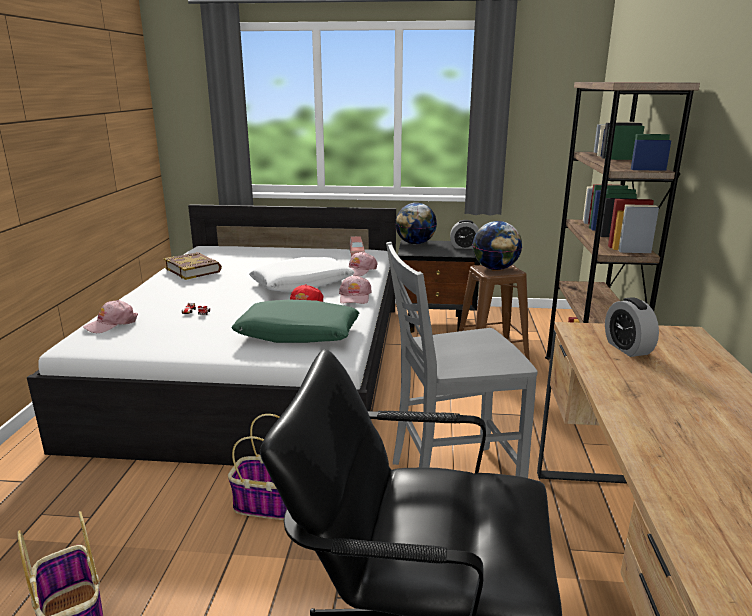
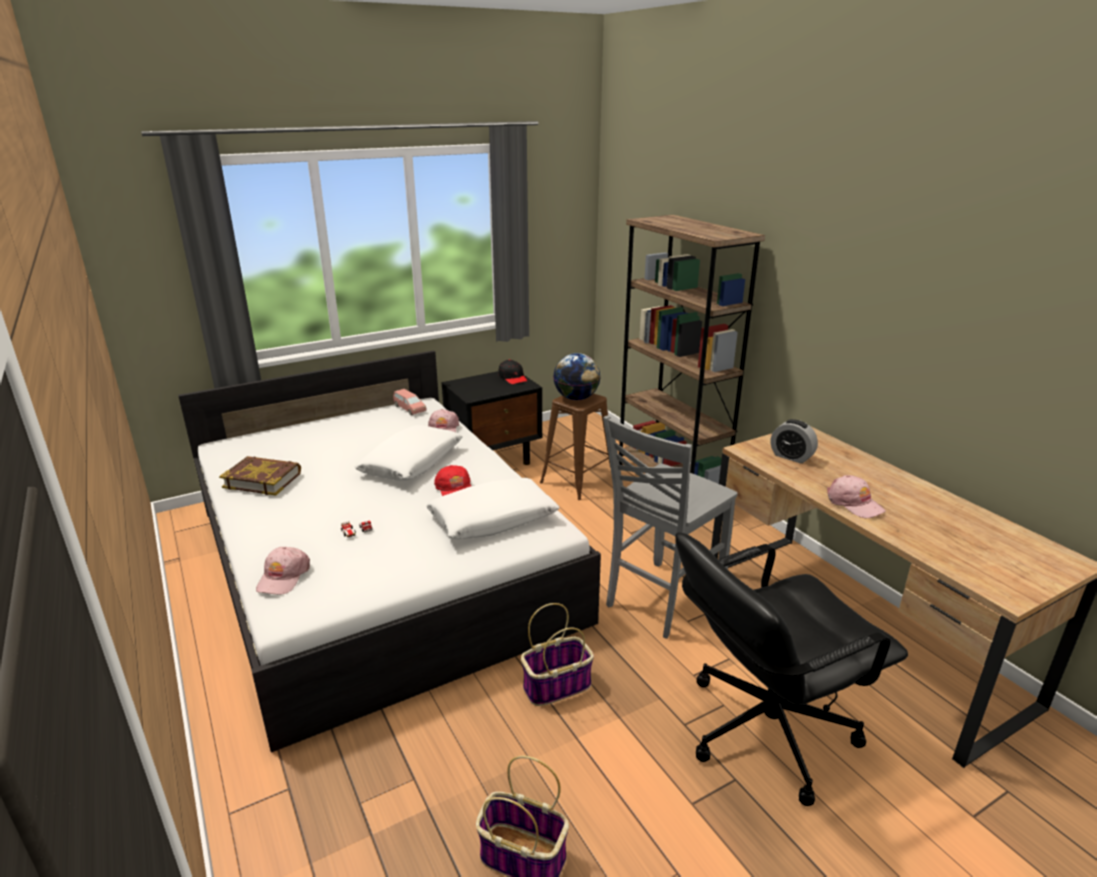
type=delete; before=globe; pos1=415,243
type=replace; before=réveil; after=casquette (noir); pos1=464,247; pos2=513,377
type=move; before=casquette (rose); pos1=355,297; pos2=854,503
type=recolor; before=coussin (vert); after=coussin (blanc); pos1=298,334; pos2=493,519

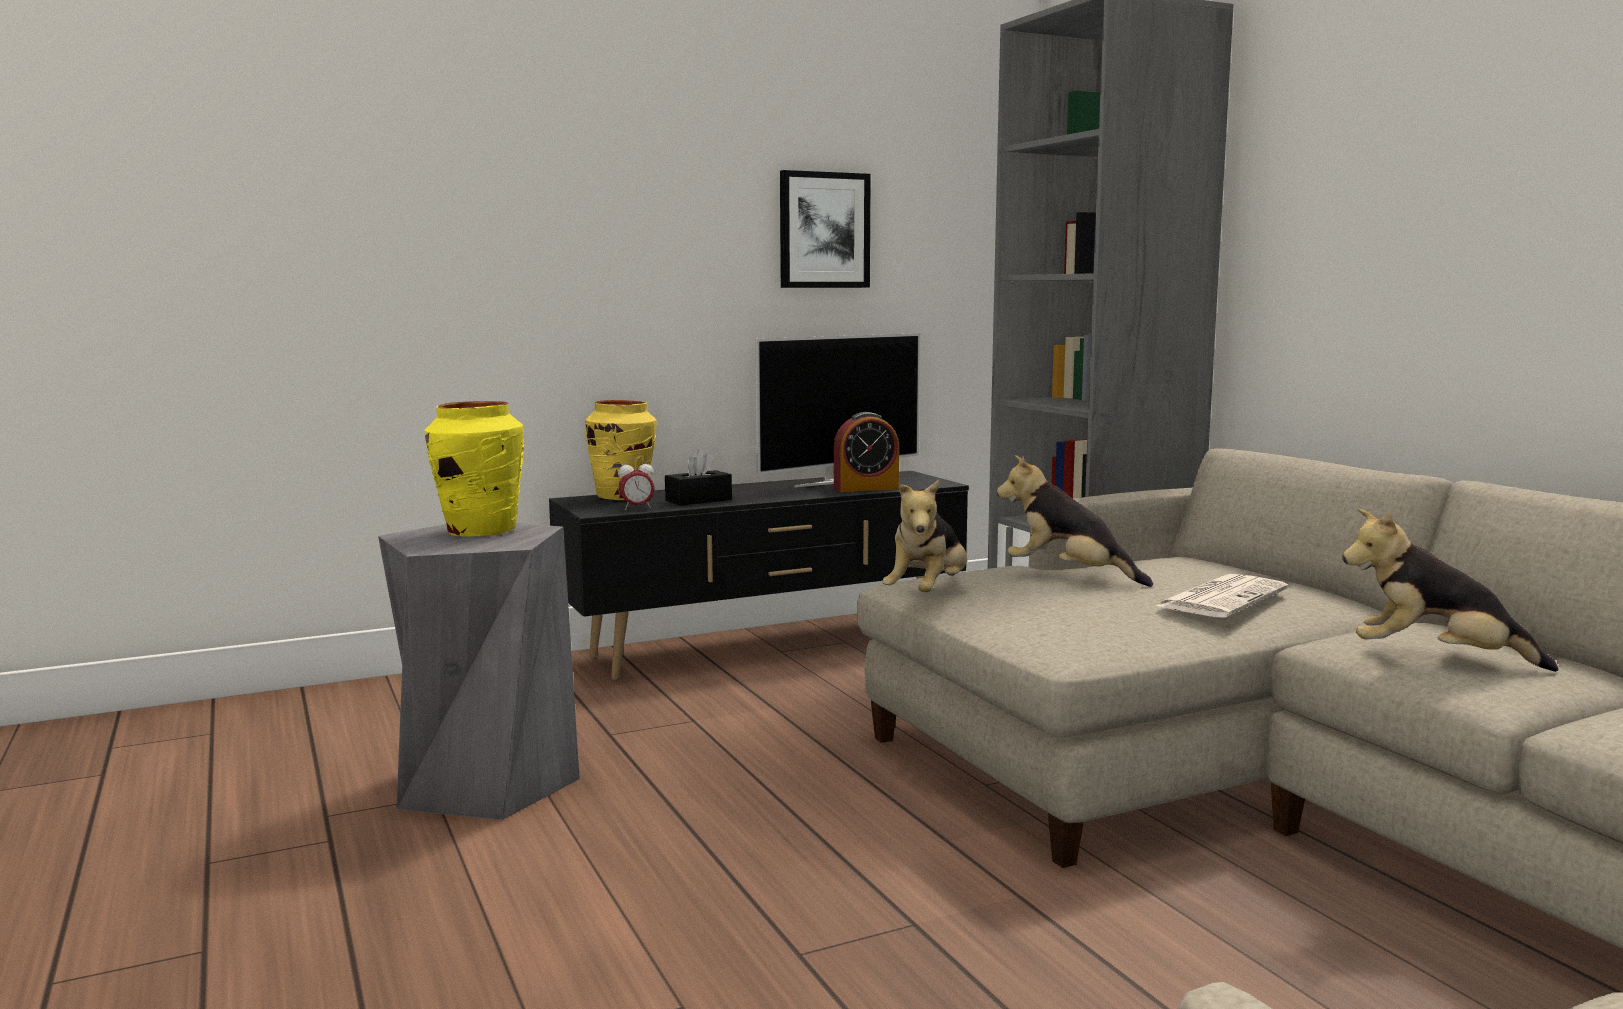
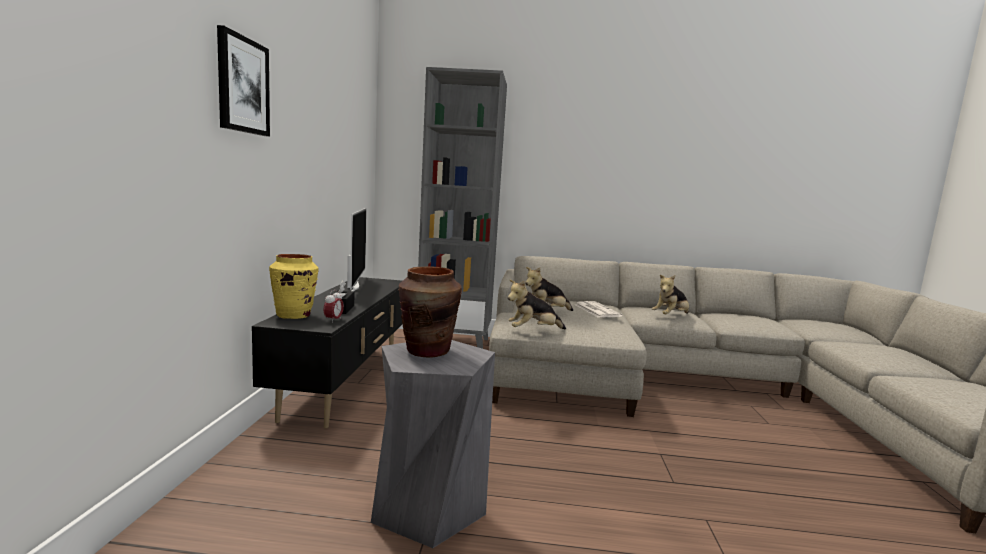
type=move; before=tableau; pos1=824,230; pos2=242,85
type=recolor; before=vase (jaune); after=vase (marron); pos1=480,531; pos2=427,351
type=delete; before=réveil; pos1=866,488
type=rotate; before=peluche; pos1=928,594; pos2=533,331; turn=105

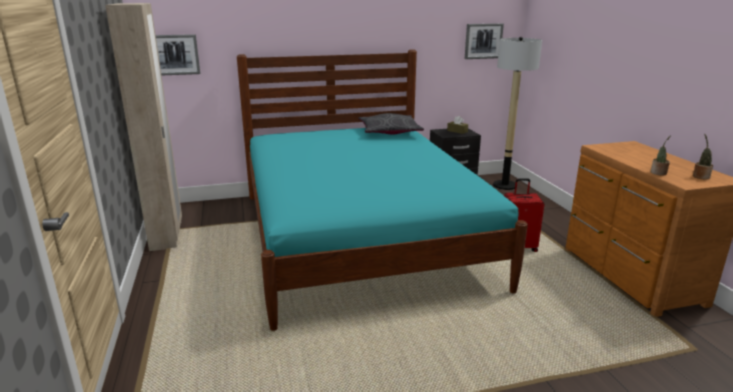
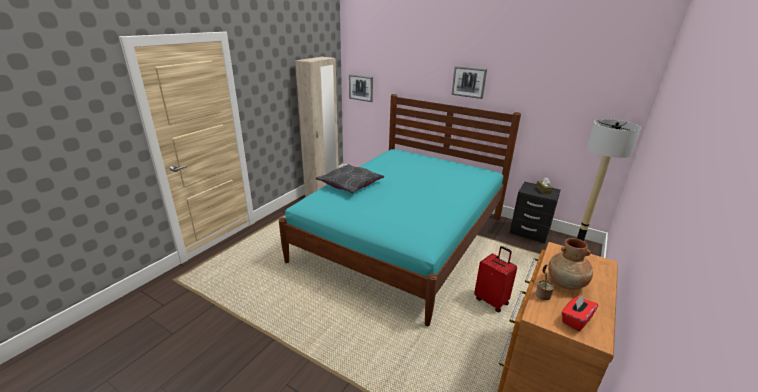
type=move; before=tableau; pos1=483,41; pos2=469,82
type=move; before=coussin (gris); pos1=389,132; pos2=350,184
type=replace; before=plante en pot; after=boîte à mouchoirs (rouge); pos1=700,176; pos2=575,320
type=insert; after=vase (marron); pos2=566,283

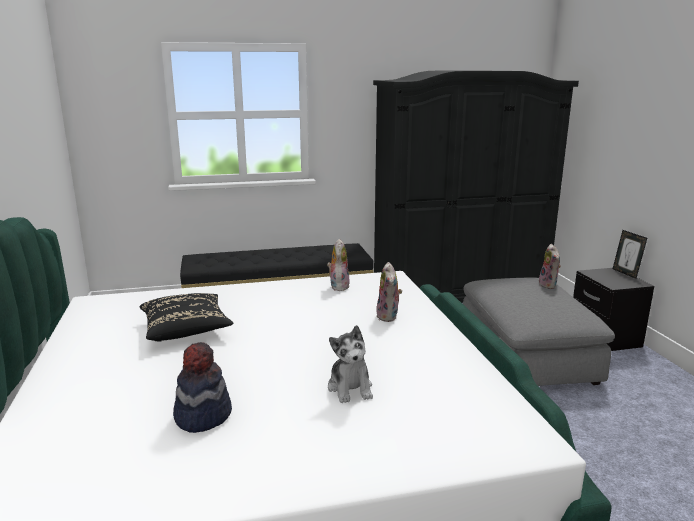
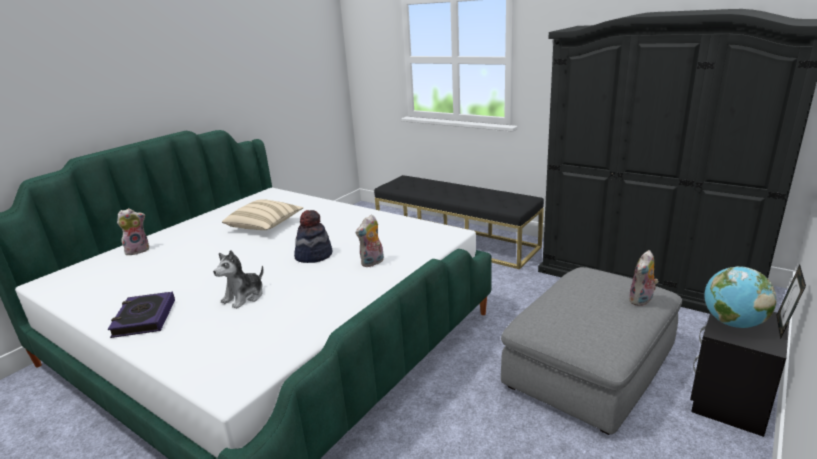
type=move; before=peluche; pos1=338,286; pos2=138,250
type=recolor; before=coussin (noir); after=coussin (beige); pos1=186,330; pos2=265,226
type=move; before=chapeau; pos1=202,415; pos2=314,255
type=insert; after=globe; pos2=732,323
type=insert; after=livre; pos2=144,318

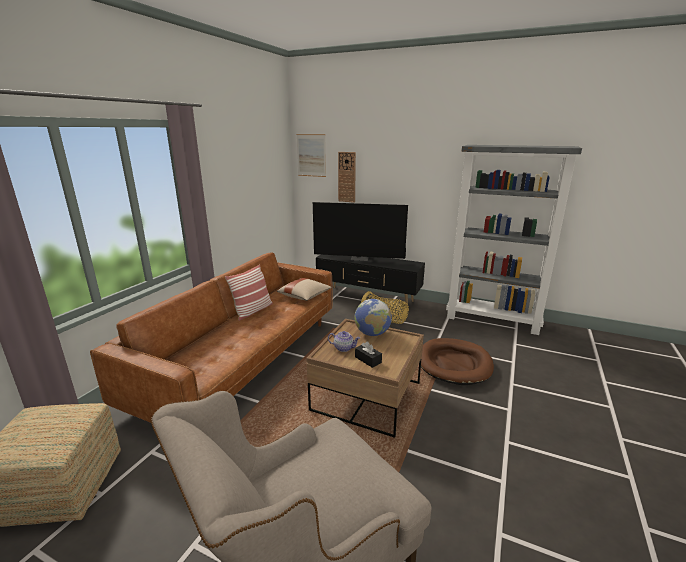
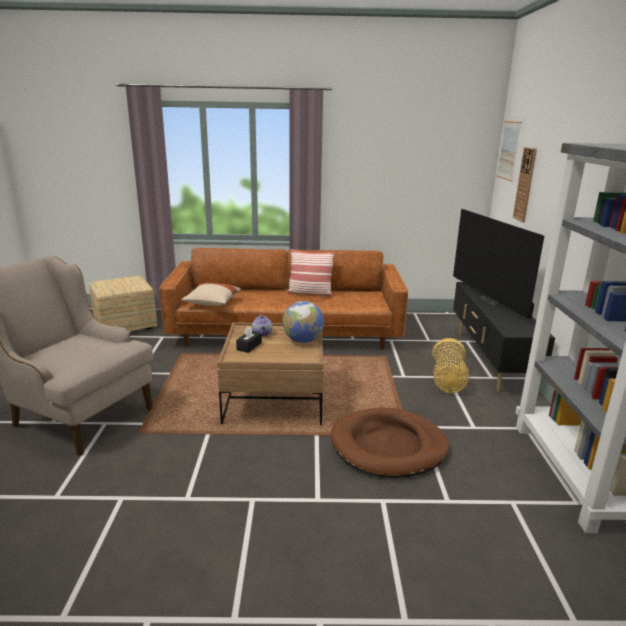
type=move; before=coussin (beige); pos1=305,296; pos2=212,303

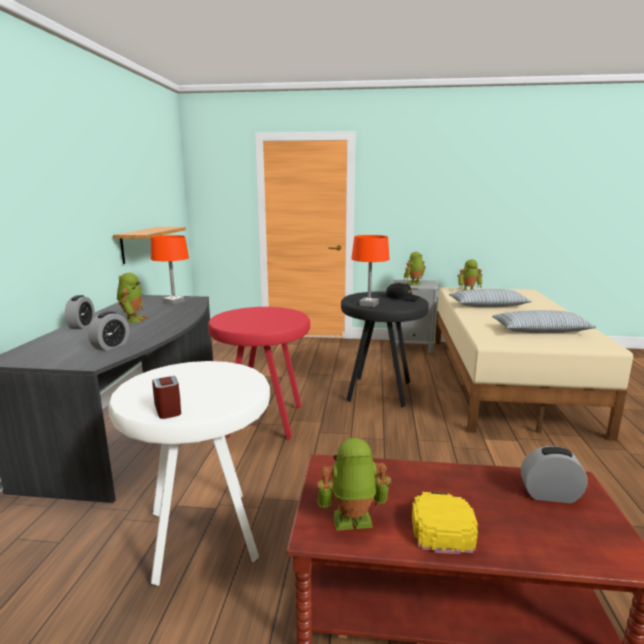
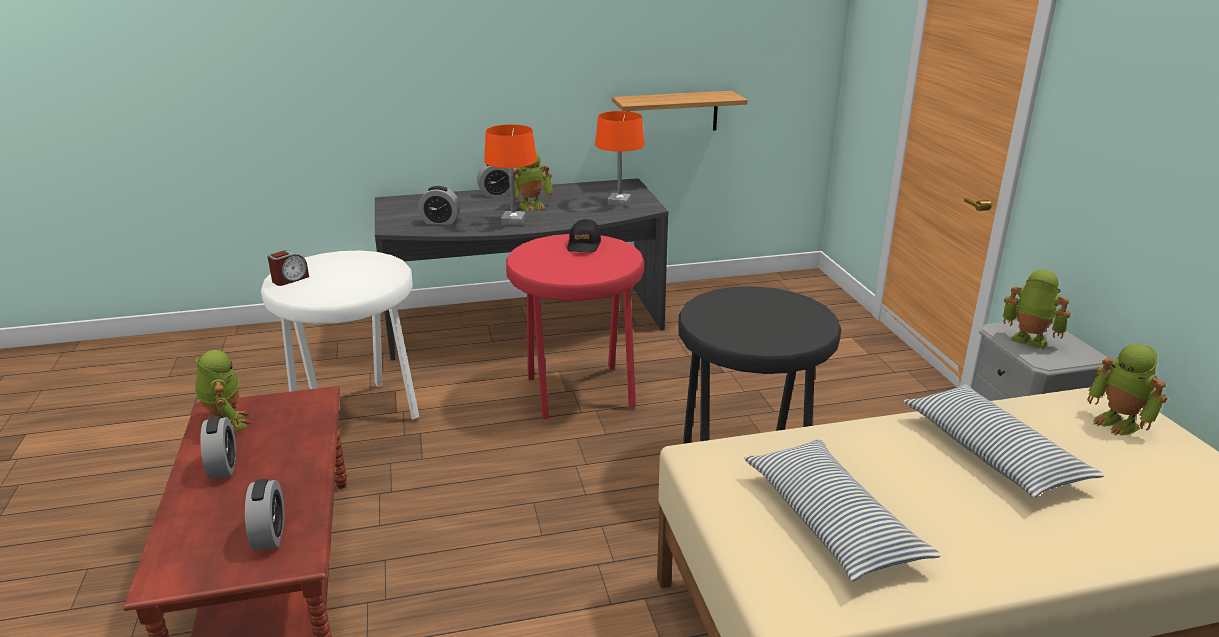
type=move; before=lampe de table (orange); pos1=369,304; pos2=513,221
type=move; before=casquette (noir); pos1=402,298; pos2=584,245
type=replace; before=casquette (jaune); after=réveil; pos1=440,523; pos2=223,467

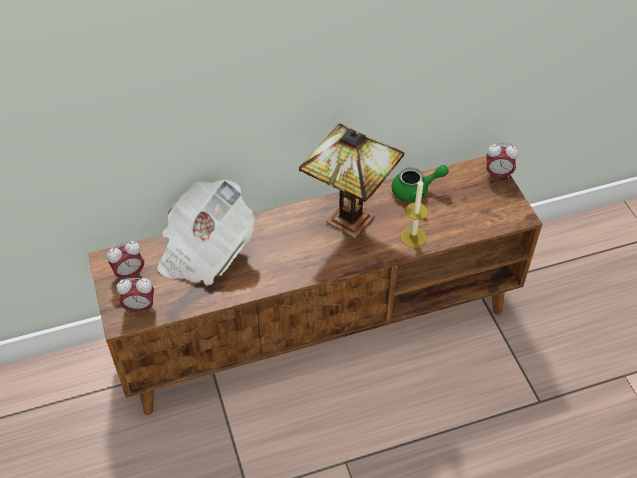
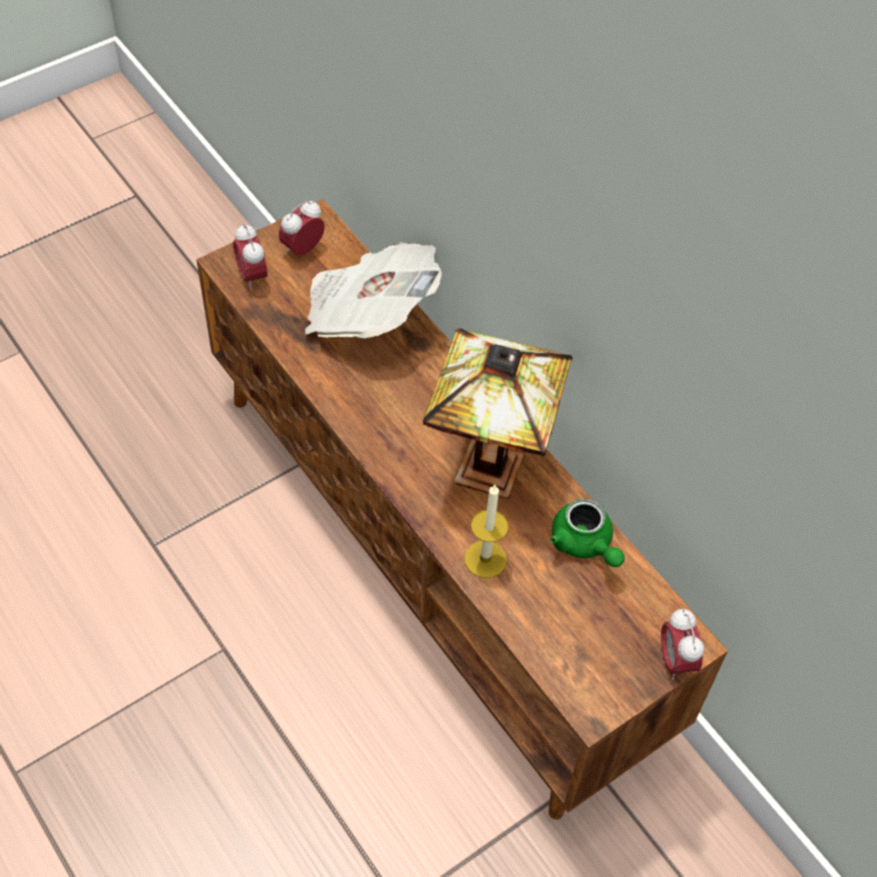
type=rotate; before=réveil; pos1=129,274; pos2=302,249; turn=90

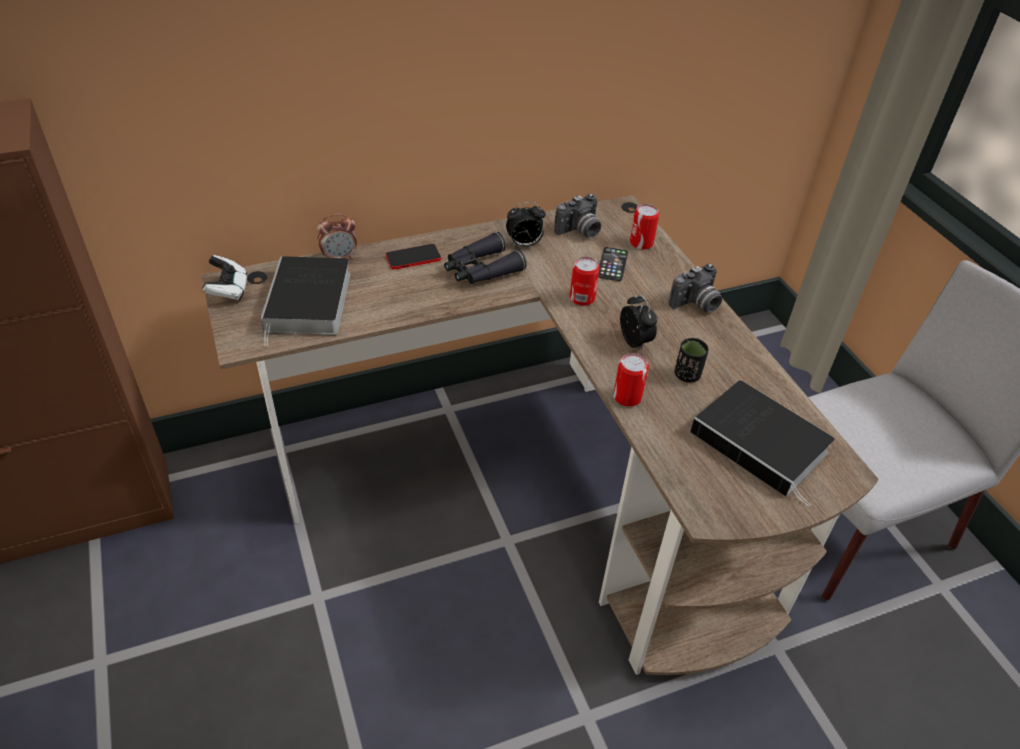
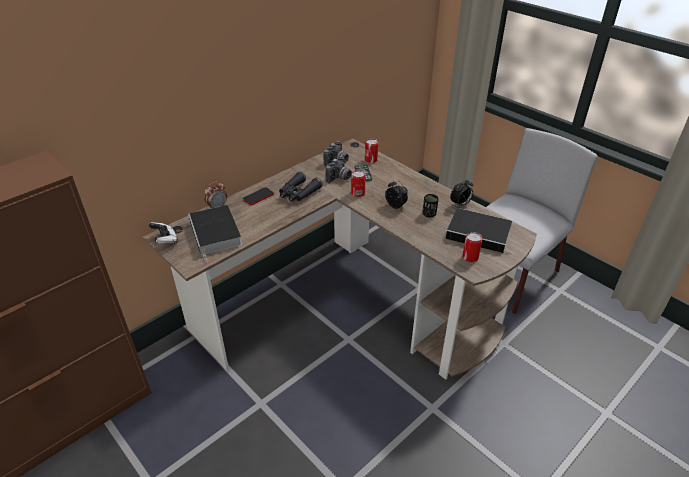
type=move; before=réveil; pos1=524,244; pos2=460,204
type=move; before=appareil photo; pos1=696,304; pos2=339,178
type=move; before=boîte métallique; pos1=627,397; pos2=470,257

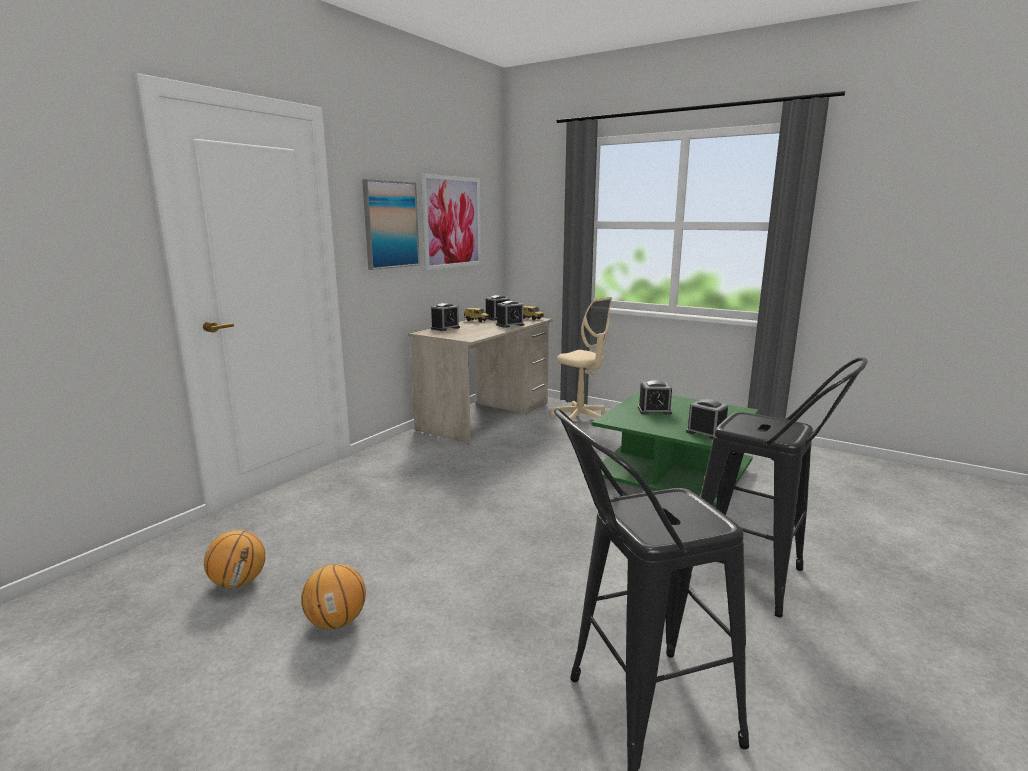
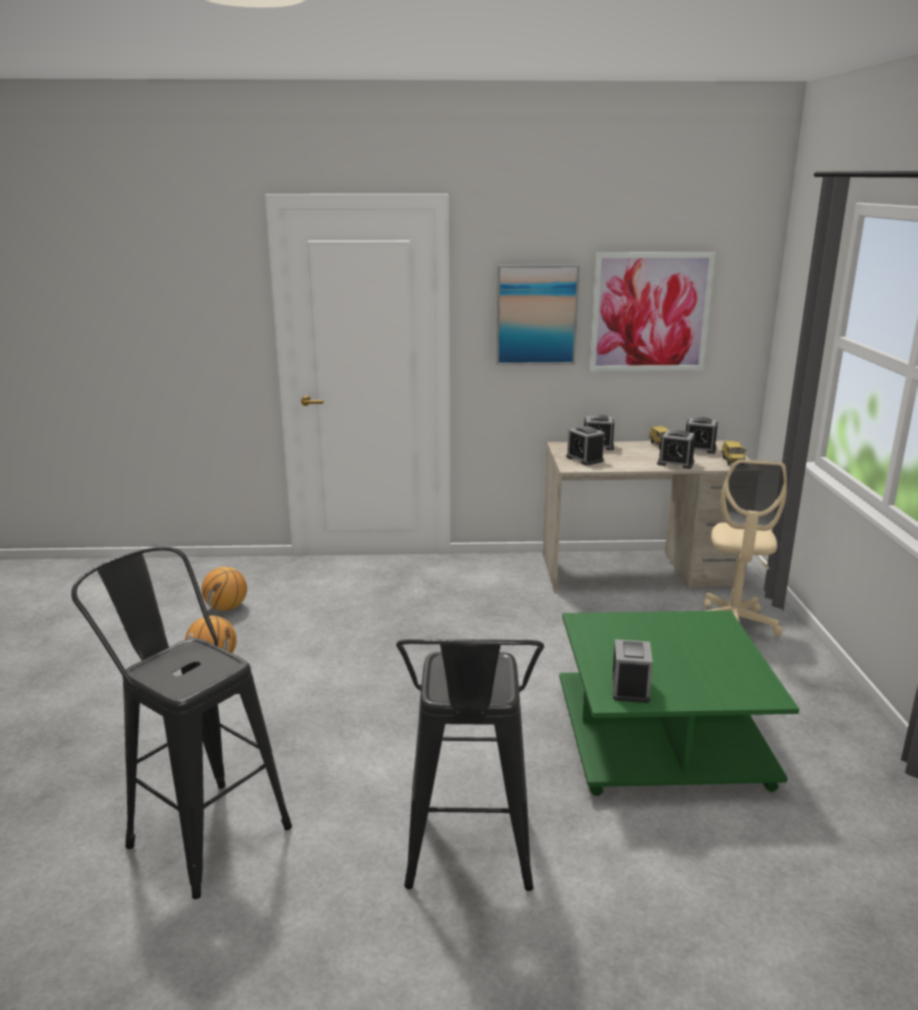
type=move; before=réveil; pos1=654,410; pos2=584,459

